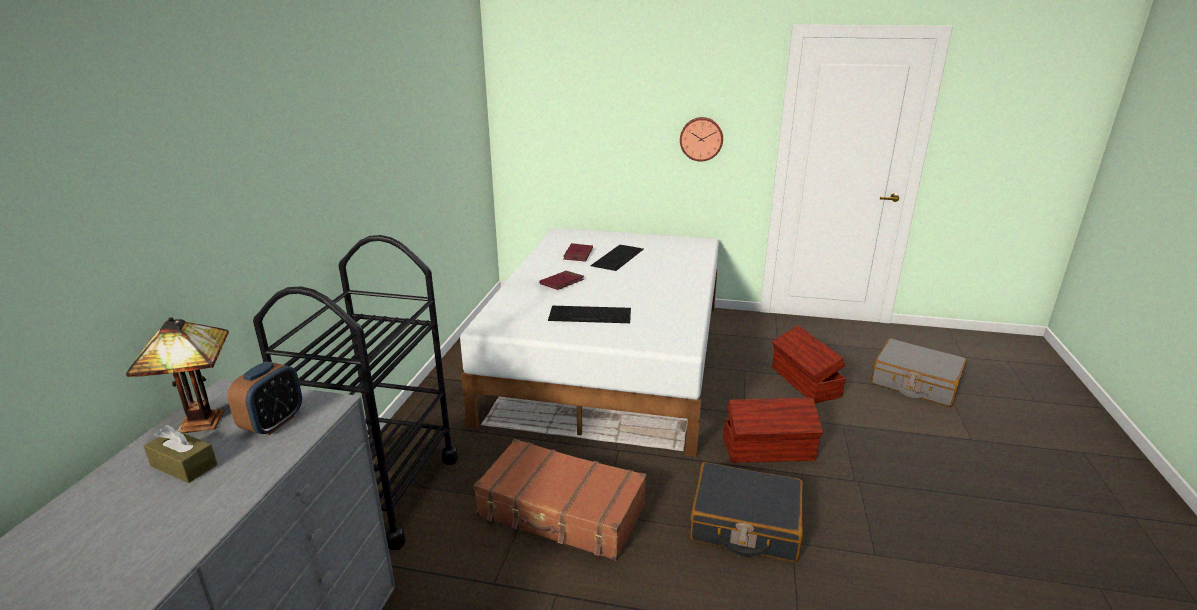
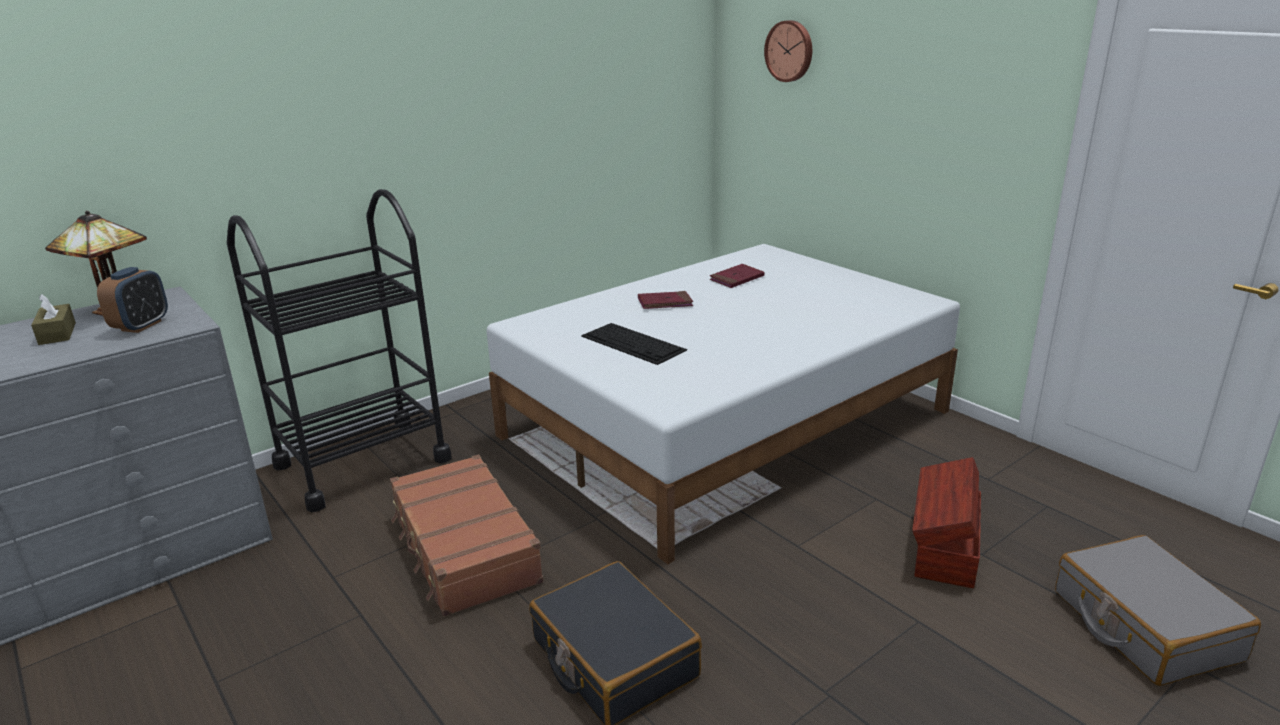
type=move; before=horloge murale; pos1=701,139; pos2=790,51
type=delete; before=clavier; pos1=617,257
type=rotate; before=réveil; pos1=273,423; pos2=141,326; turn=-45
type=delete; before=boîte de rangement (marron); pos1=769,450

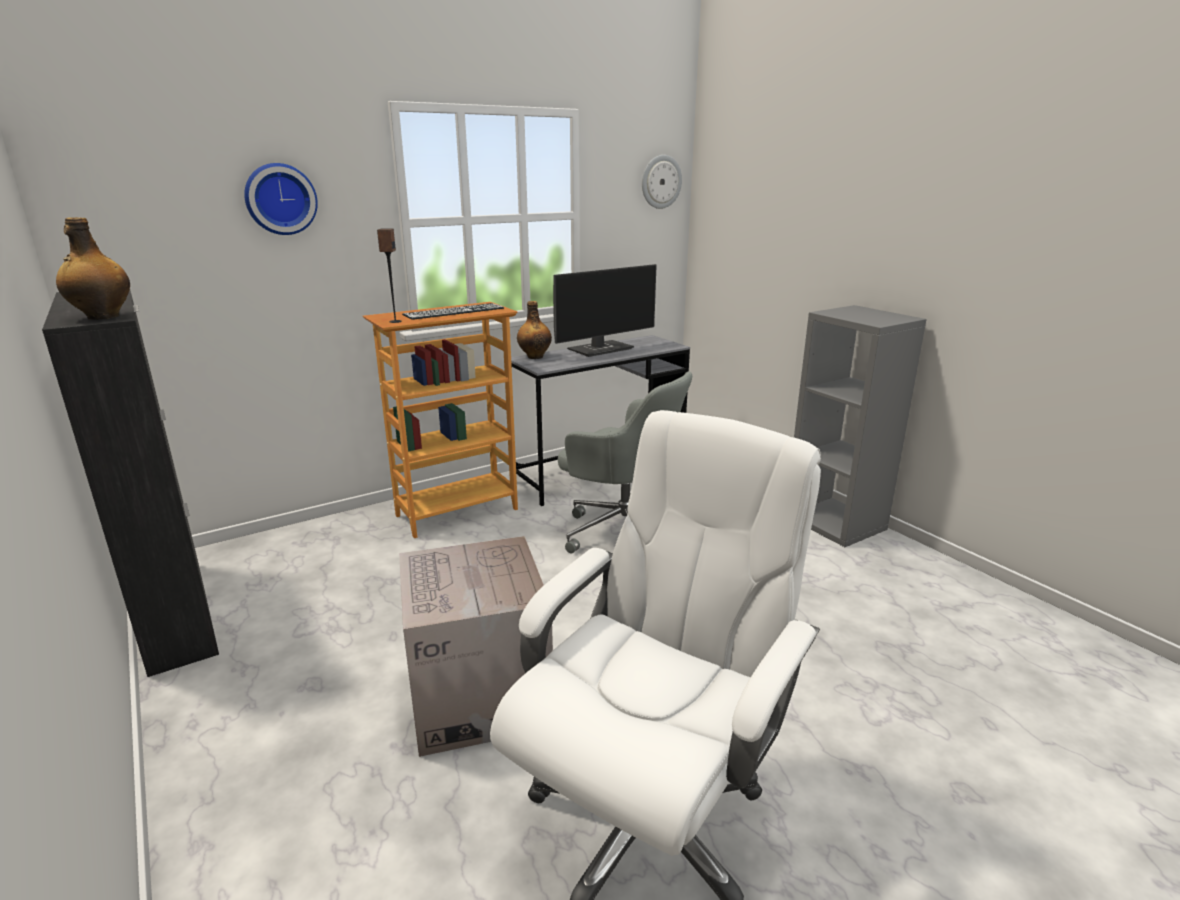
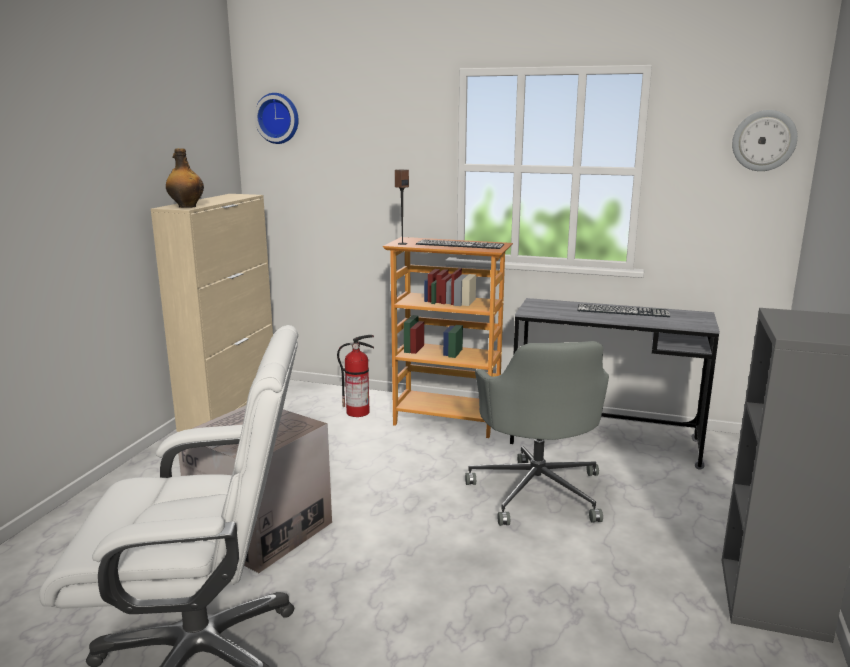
type=move; before=horloge murale; pos1=280,199; pos2=278,118
type=replace; before=écran d'ordinateur; after=clavier; pos1=601,349; pos2=622,311
type=recolor; before=meuble de rangement (noir); after=meuble de rangement (beige); pos1=176,614; pos2=230,408
type=delete; before=bouteille; pos1=535,357
type=insert; after=extincteur; pos2=359,412

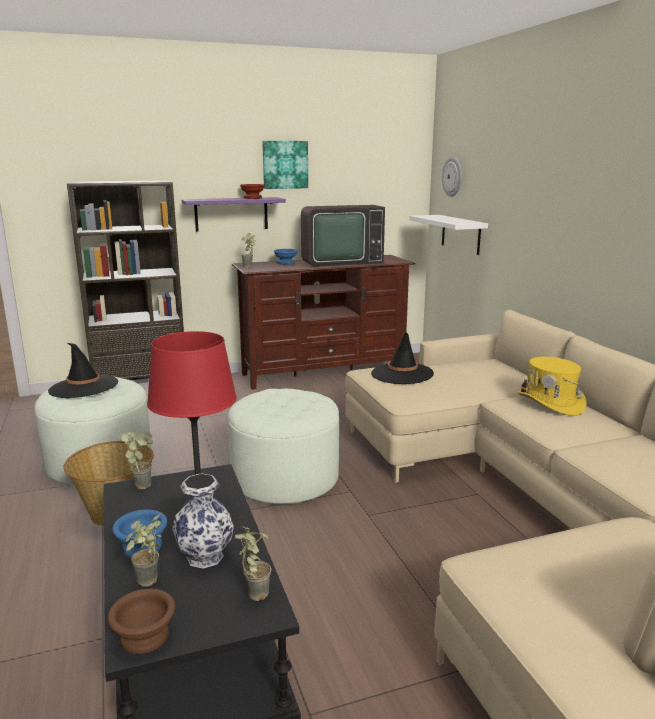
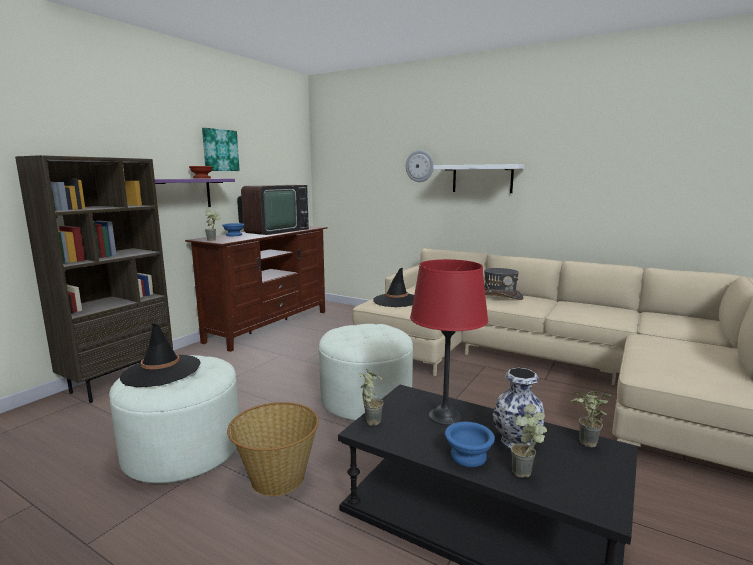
type=move; before=horloge murale; pos1=452,176; pos2=420,166
type=move; before=étagère (blanc); pos1=460,234; pos2=482,179
type=recolor; before=chapeau (jaune); after=chapeau (gris); pos1=550,403; pos2=499,296
type=delete; before=bol (marron); pos1=146,635

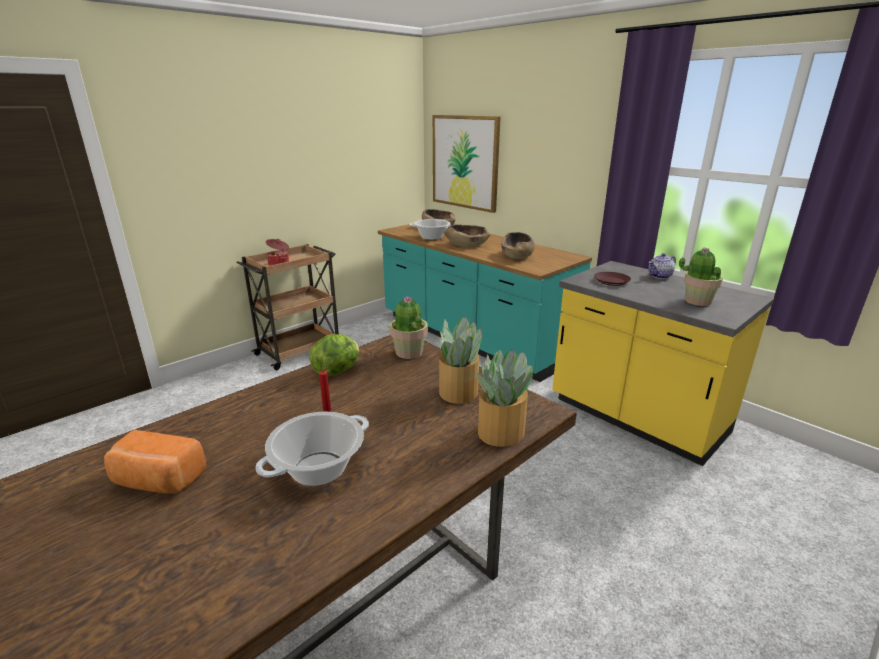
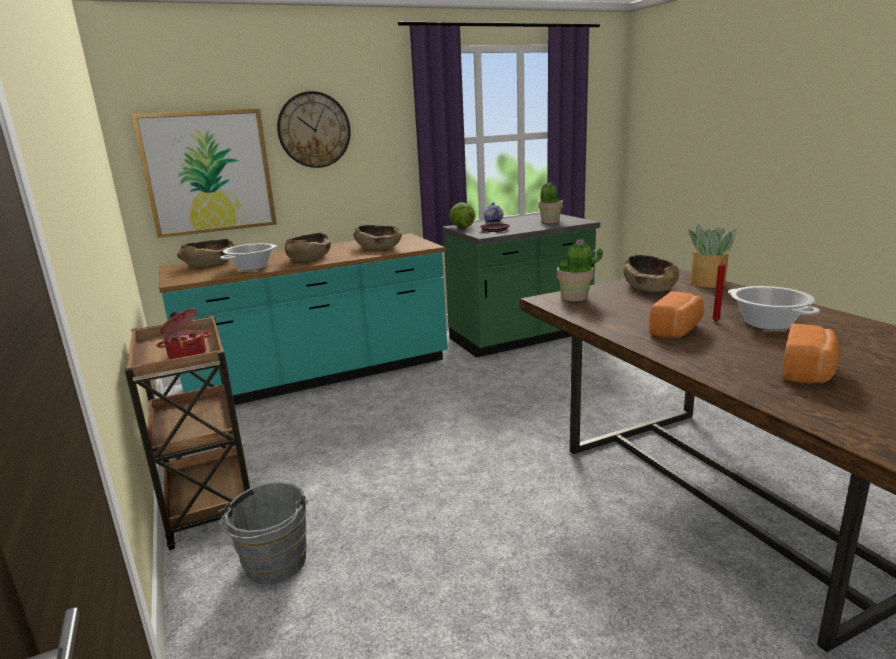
type=recolor; before=comptoir de cuisine (jaune); after=comptoir de cuisine (vert); pos1=636,418; pos2=520,338
type=replace; before=plante en pot; after=bol (marron); pos1=458,391; pos2=649,288
type=move; before=laitue; pos1=337,371; pos2=461,227
type=insert; after=horloge murale; pos2=314,130
type=insert; after=pain; pos2=677,330
type=insert; after=seau (gris); pos2=274,566

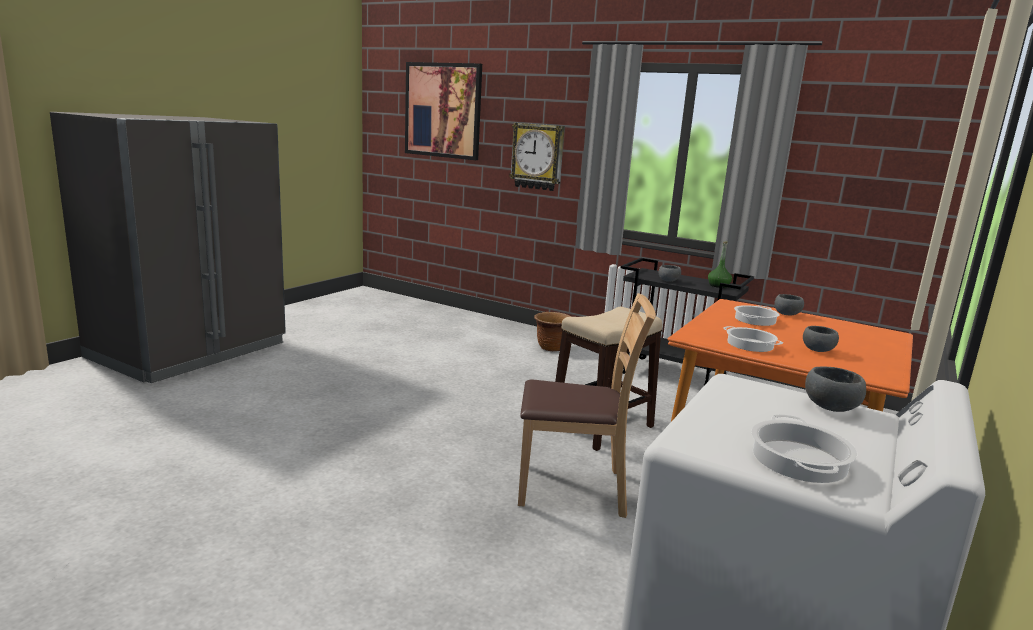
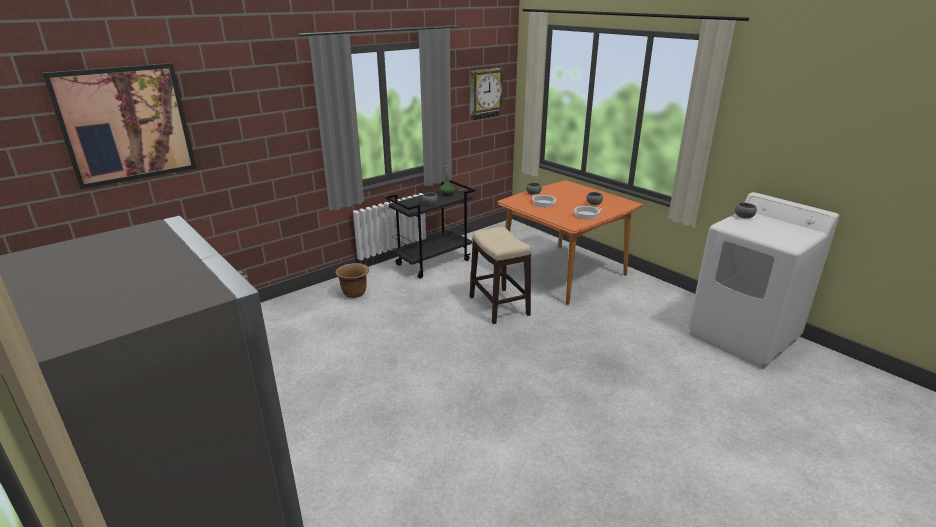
type=move; before=horloge murale; pos1=537,156; pos2=485,93
type=delete; before=chaise (marron); pos1=573,488
type=delete; before=marmite; pos1=800,460

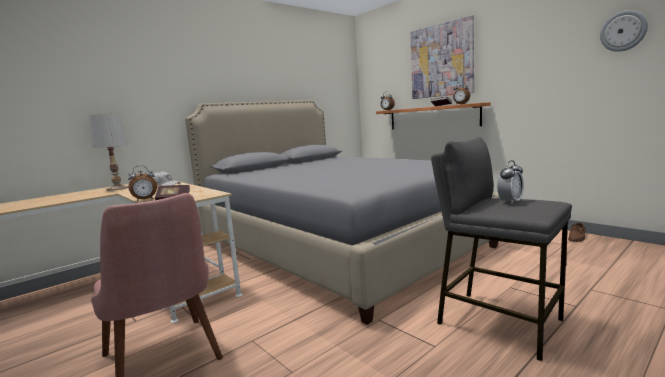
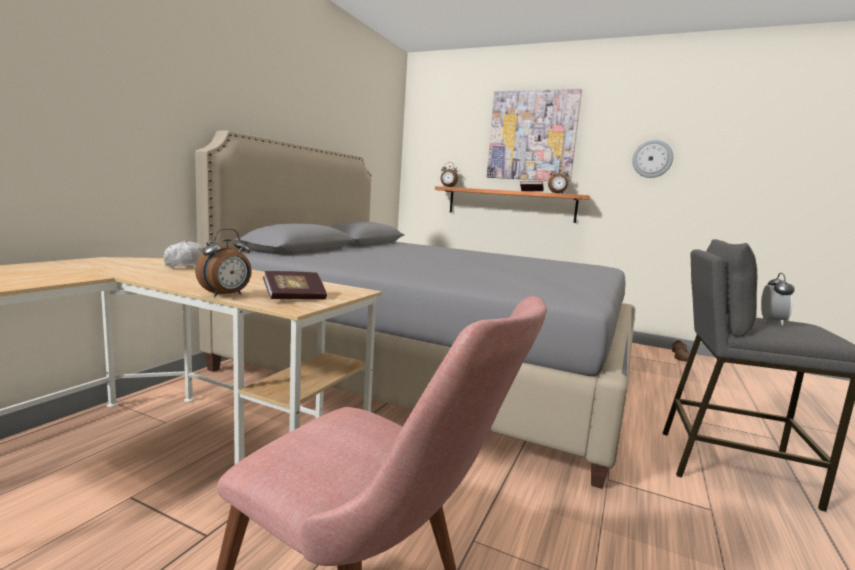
type=move; before=horloge murale; pos1=623,31; pos2=652,159
type=delete; before=lampe de table (blanc); pos1=117,188

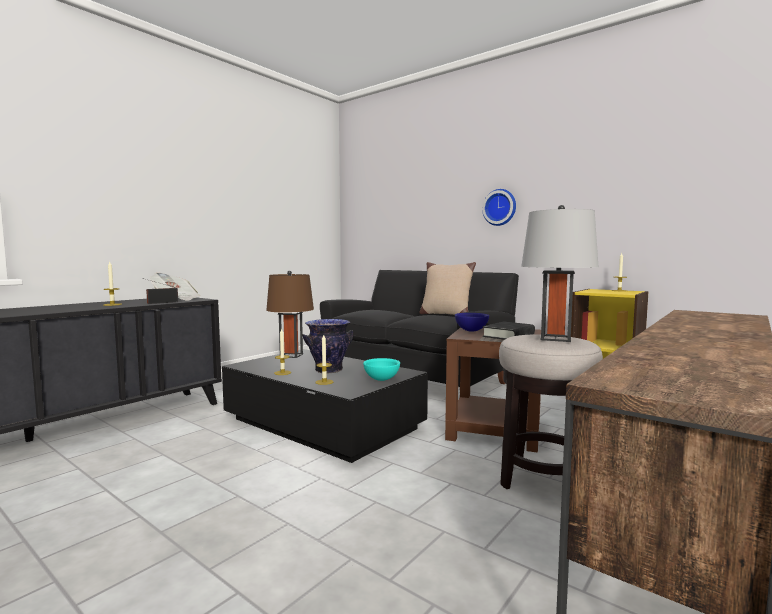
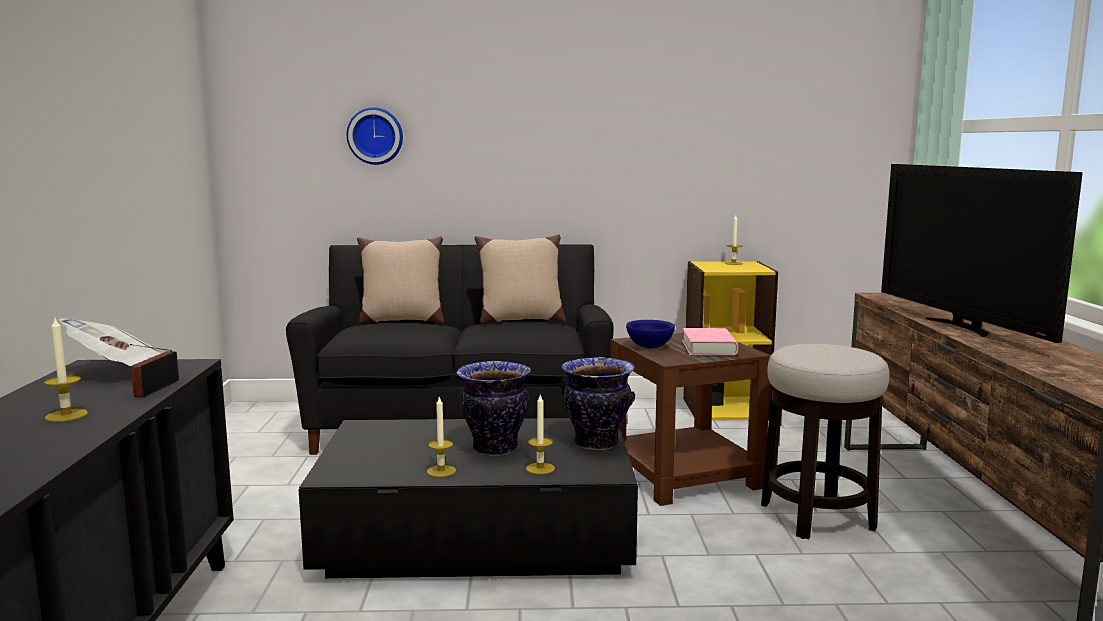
type=move; before=horloge murale; pos1=500,207; pos2=375,136
type=delete; before=lampe de table (gris); pos1=555,338
type=delete; before=lampe de table (marron); pos1=291,355
type=recolor; before=livre (noir); after=livre (rose); pos1=508,335; pos2=709,348
type=replace; before=bol (turquoise); after=vase; pos1=381,379; pos2=596,443
type=insert; after=téléviseur; pos2=961,327
type=insert; after=coussin (beige); pos2=401,321

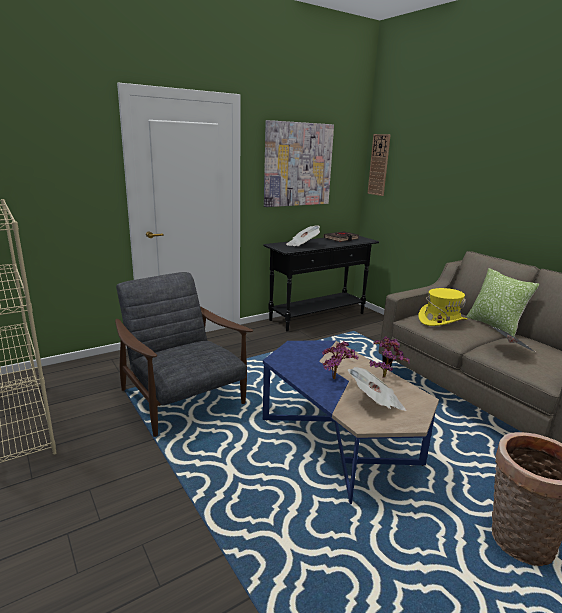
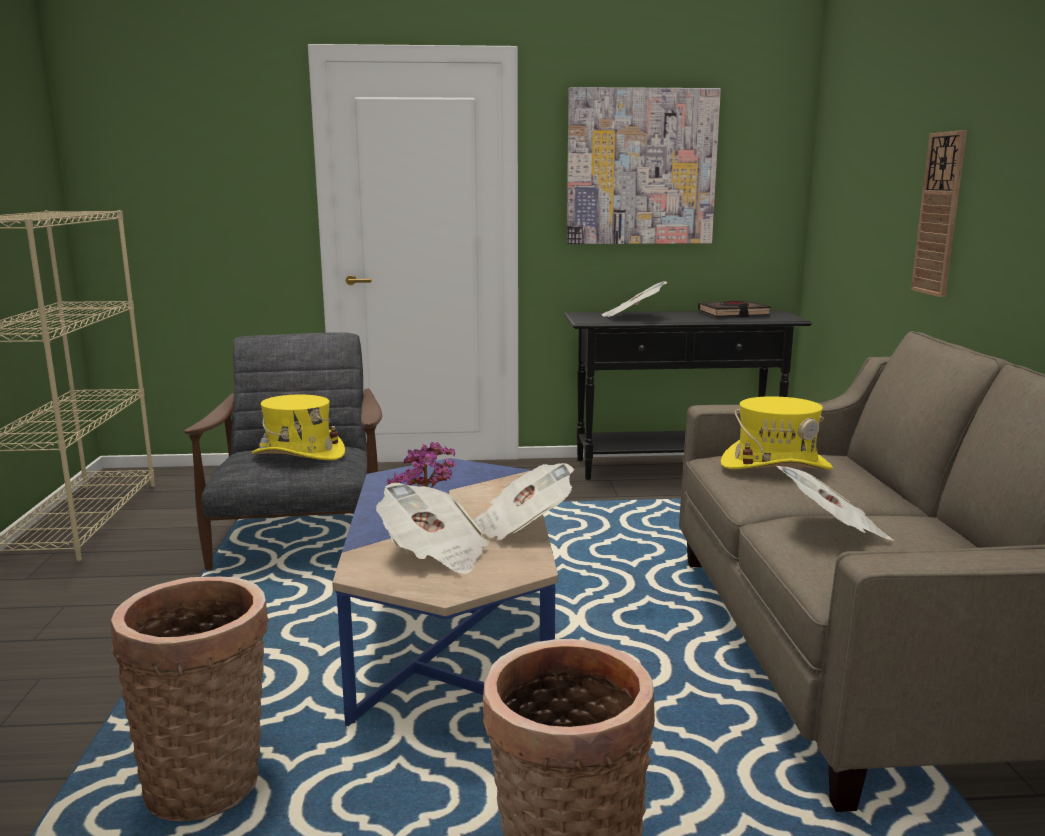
type=move; before=horloge murale; pos1=379,165; pos2=939,214
type=delete; before=coussin; pos1=494,326
type=replace; before=plante en pot; after=journal; pos1=384,376; pos2=520,527
type=insert; after=chapeau (jaune); pos2=298,454
type=insert; after=panier; pos2=209,780

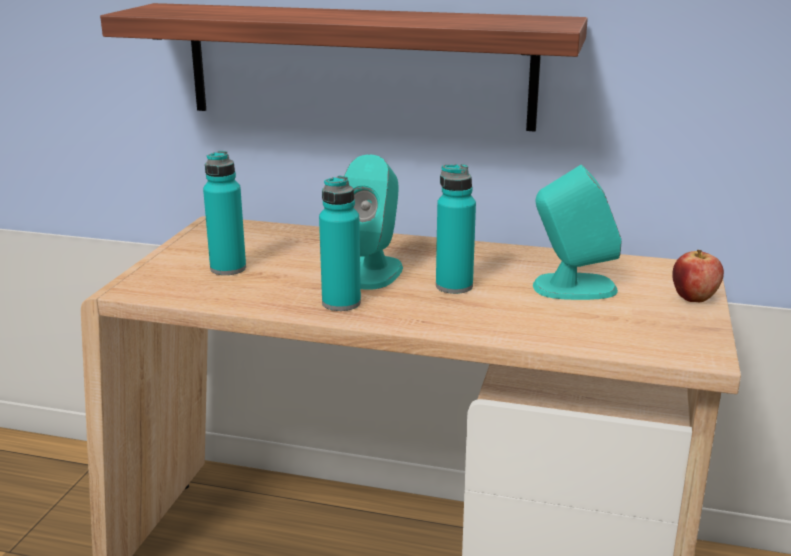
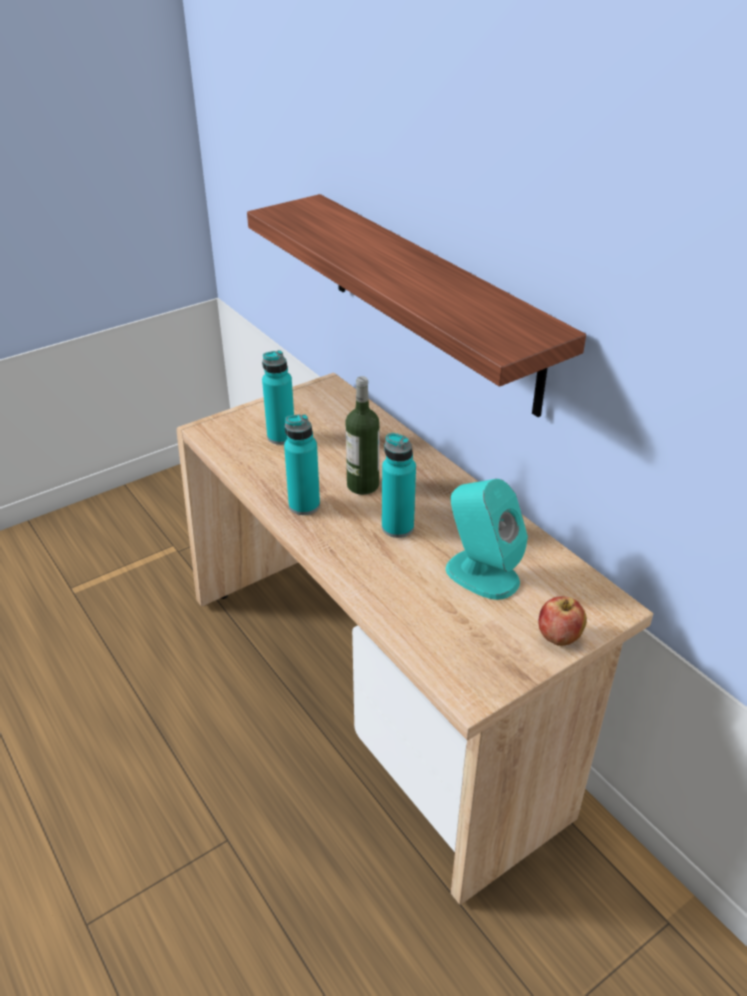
type=replace; before=enceinte (turquoise); after=bouteille; pos1=372,272; pos2=363,485

